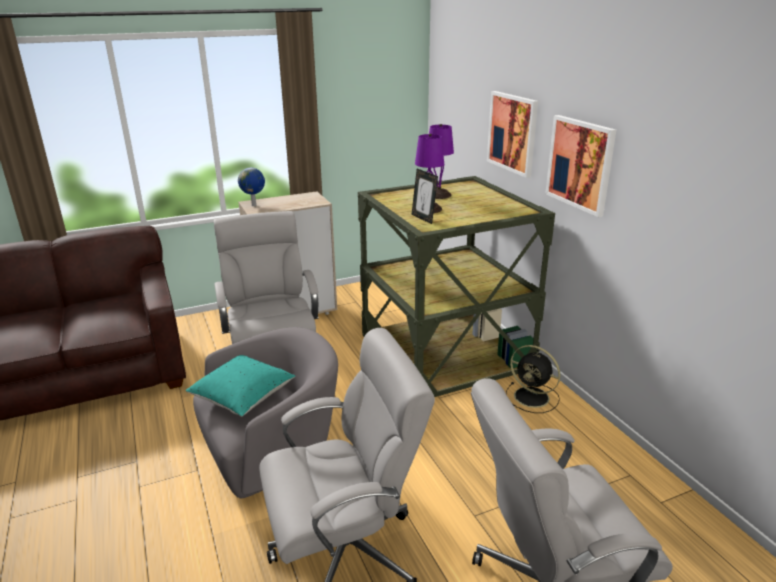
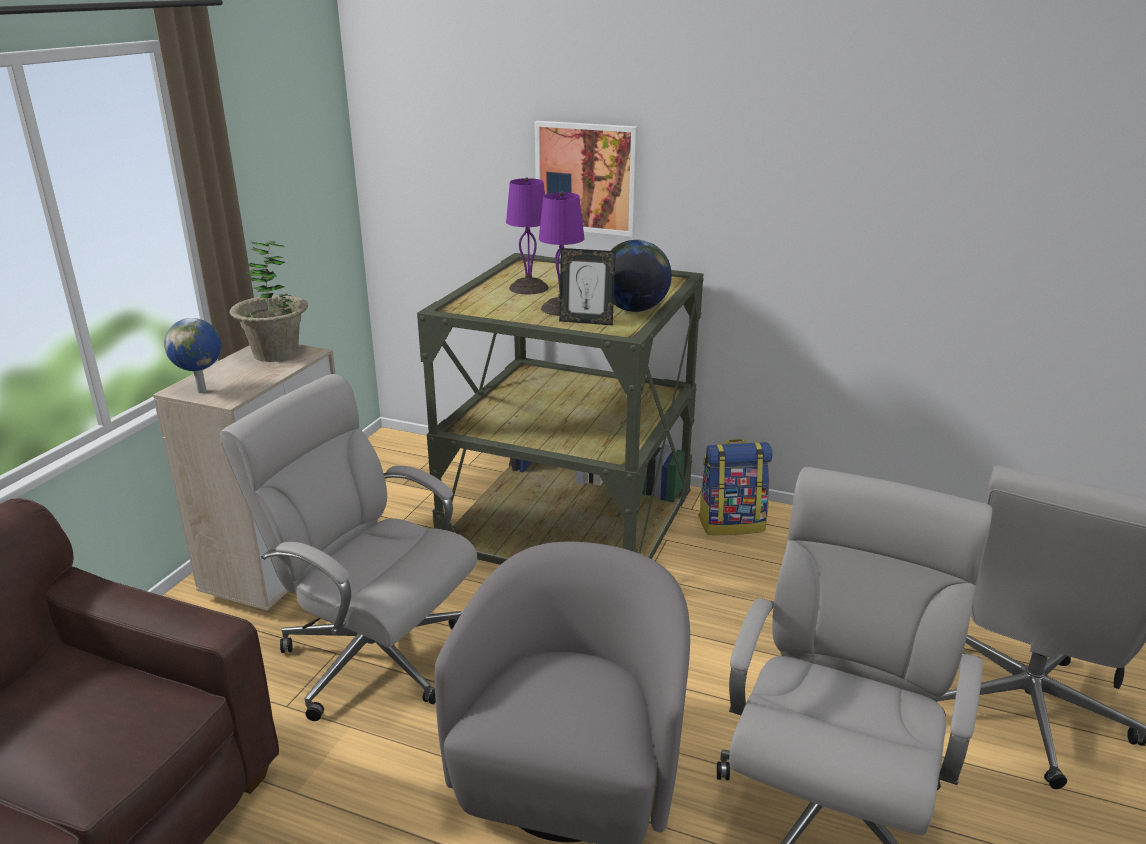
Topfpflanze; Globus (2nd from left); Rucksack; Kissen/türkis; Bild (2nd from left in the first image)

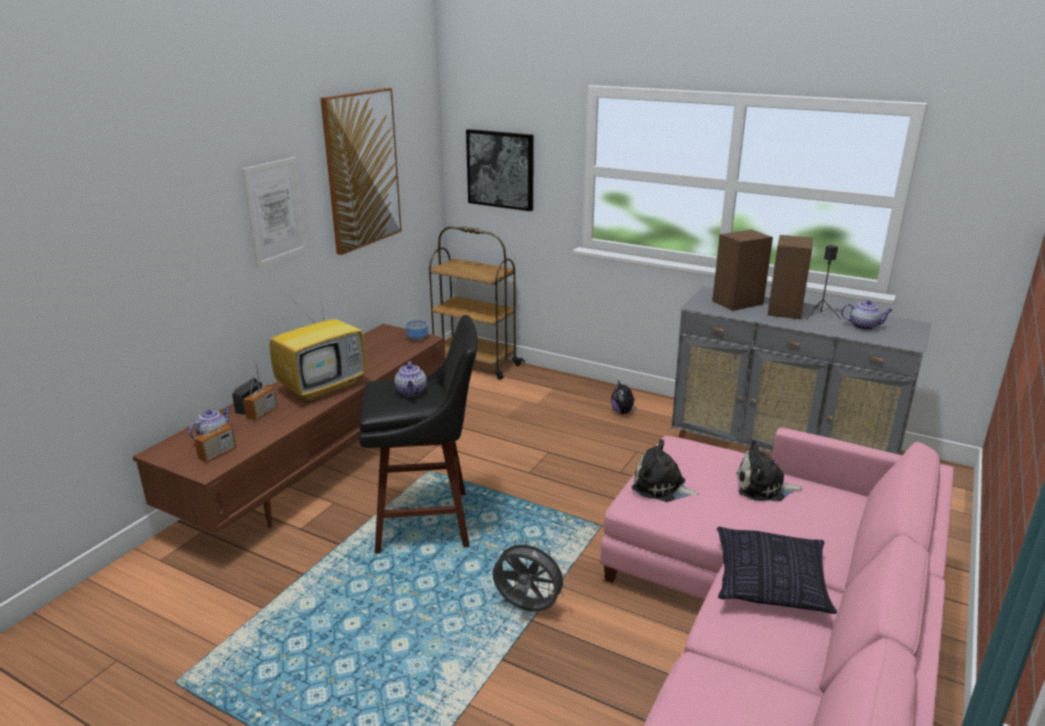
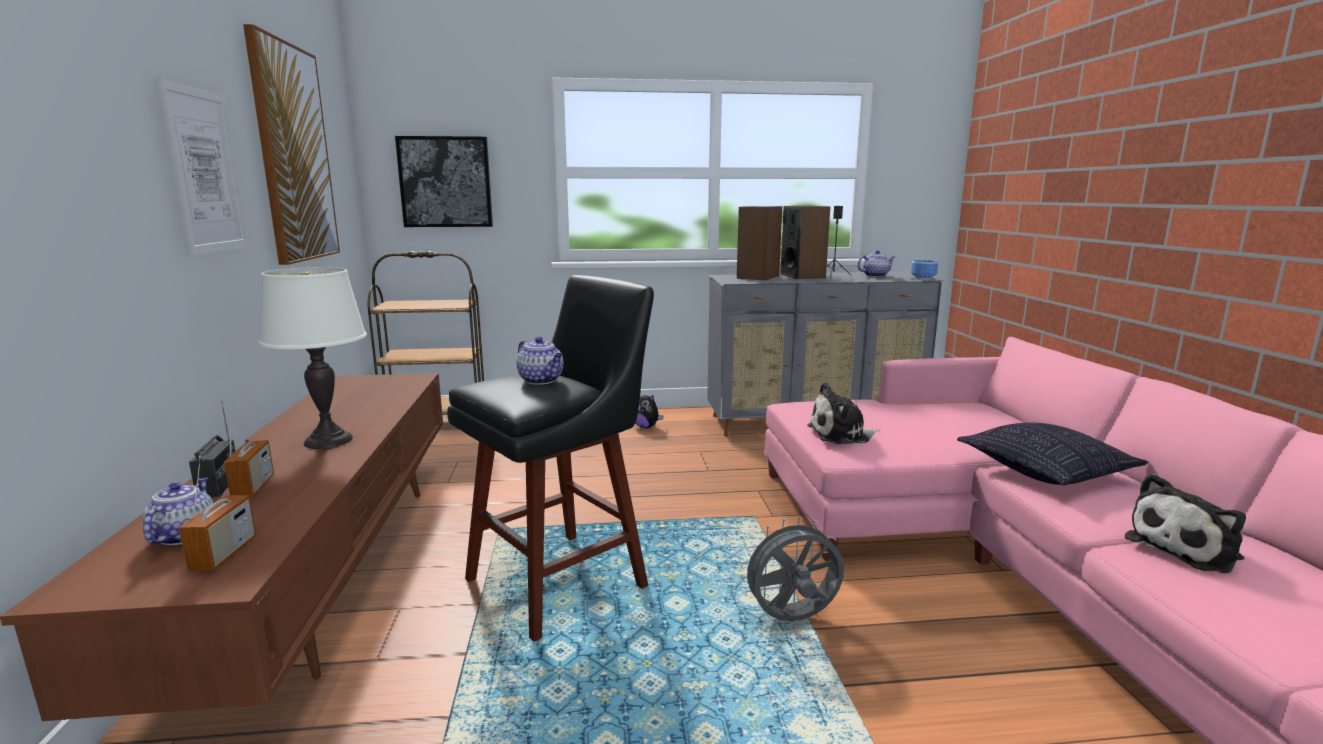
Tischlampe/weiß; Schüssel; Plüschtier (3rd from left)

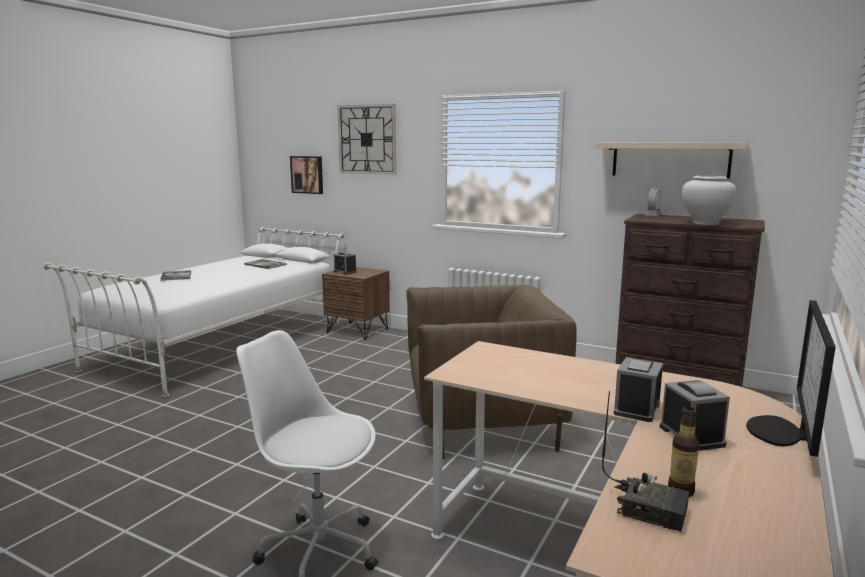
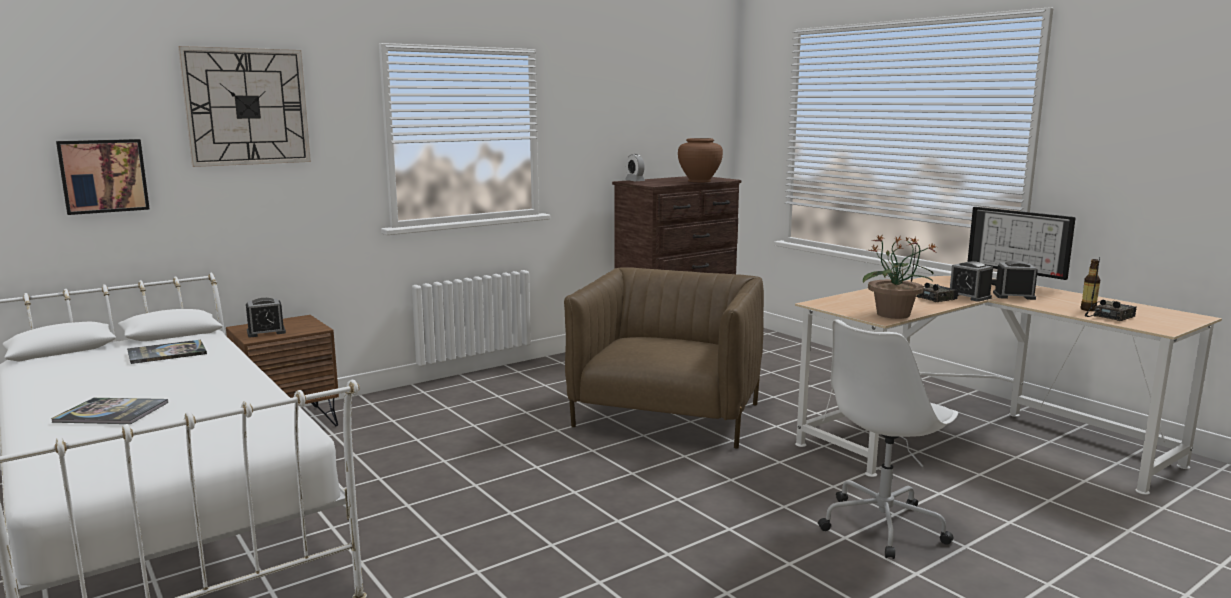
Vase/braun; Topfpflanze; Radio (1st from left); Wandregal/beige

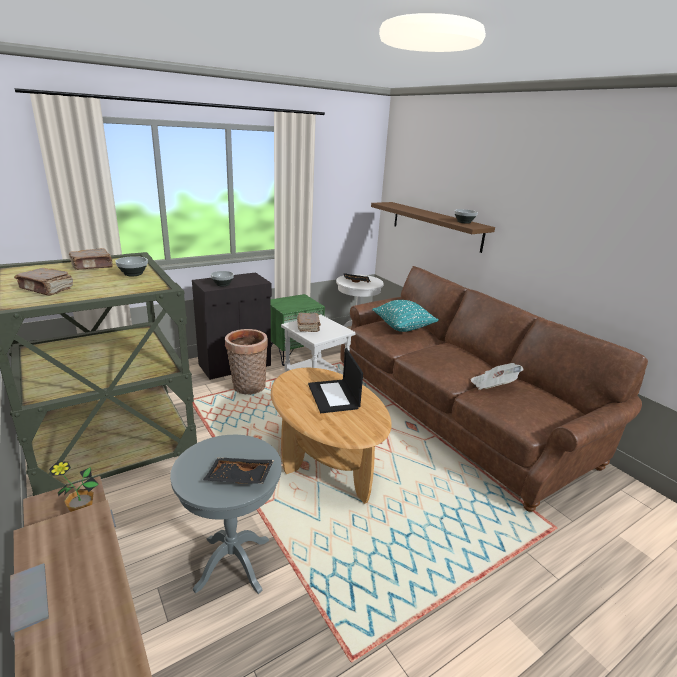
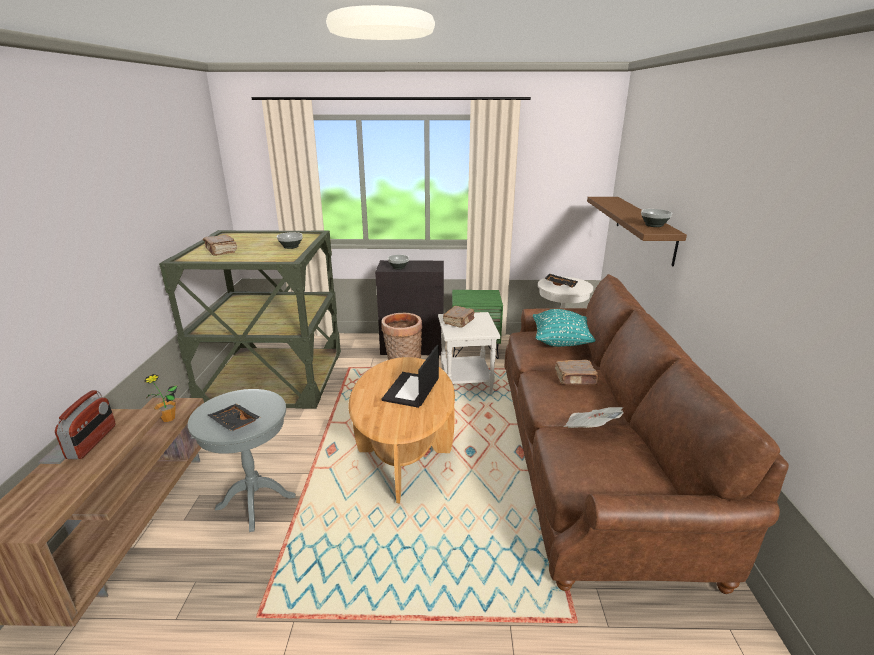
Radio; Buch/braun (3rd from left)

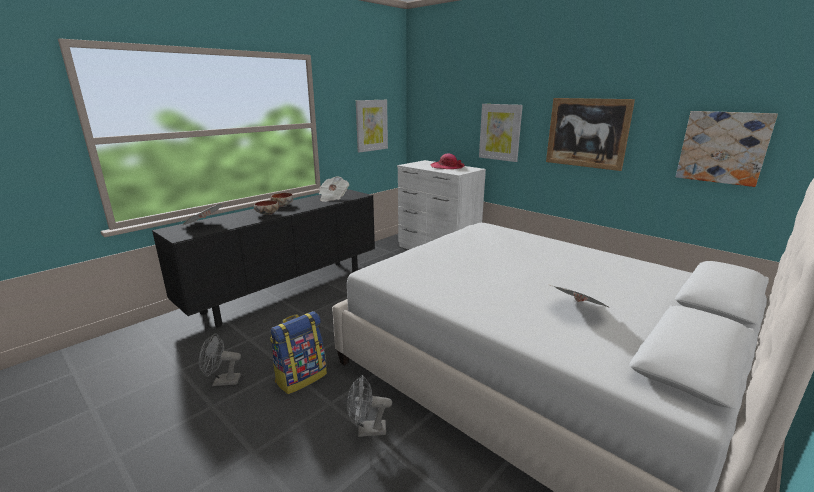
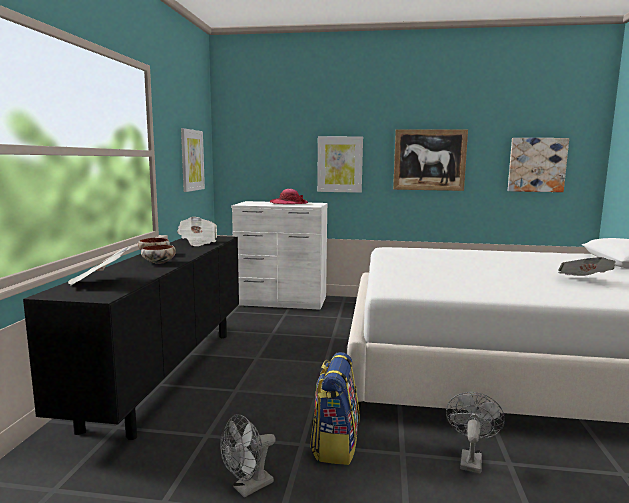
Ventilator/grau (2nd from left)

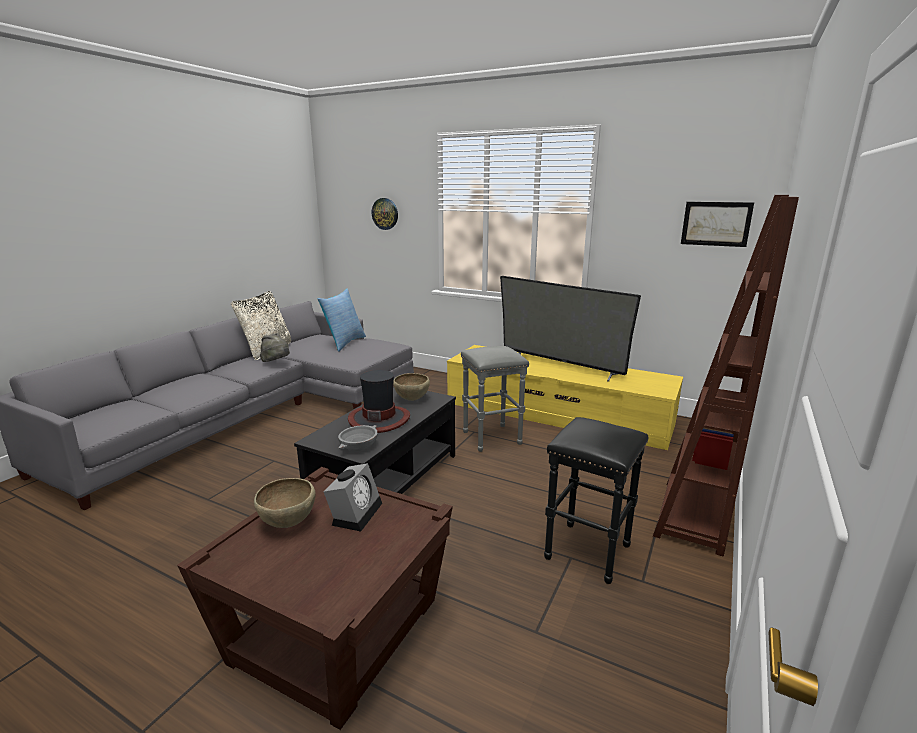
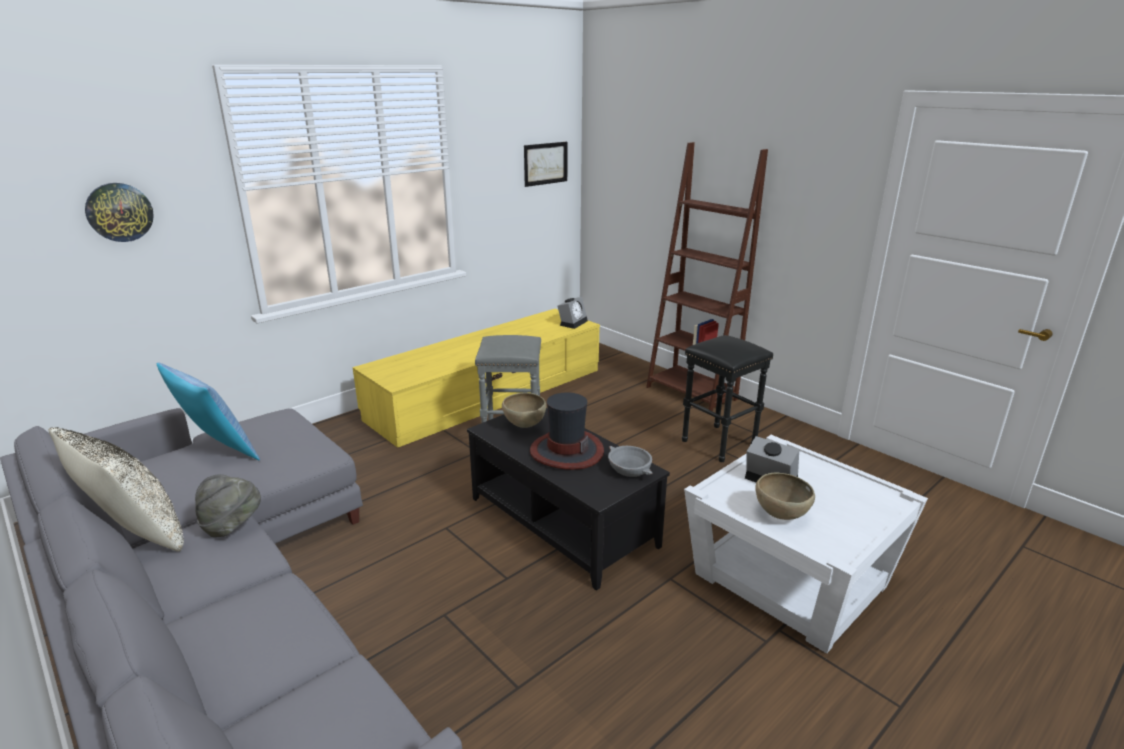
Wecker (1st from left); Beistelltisch/weiß; Fernseher

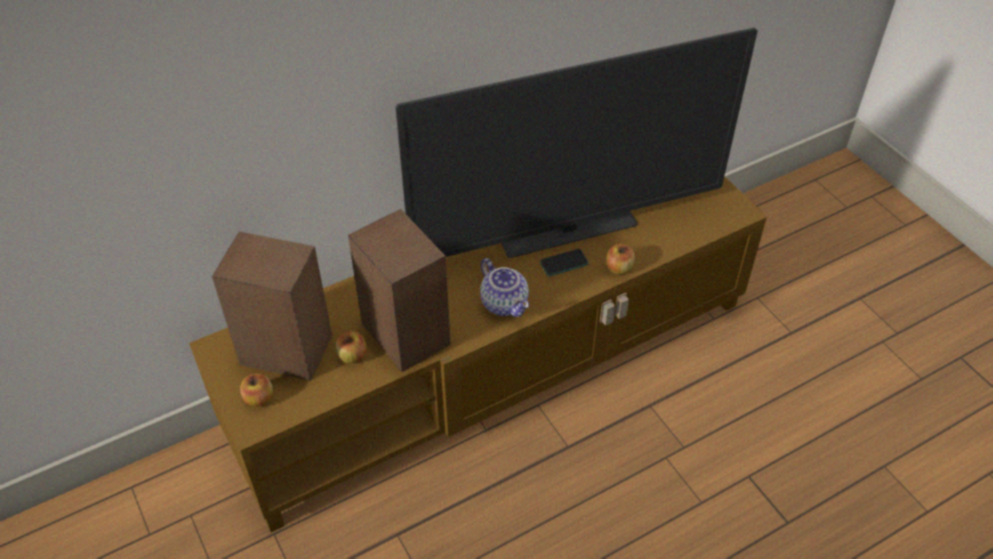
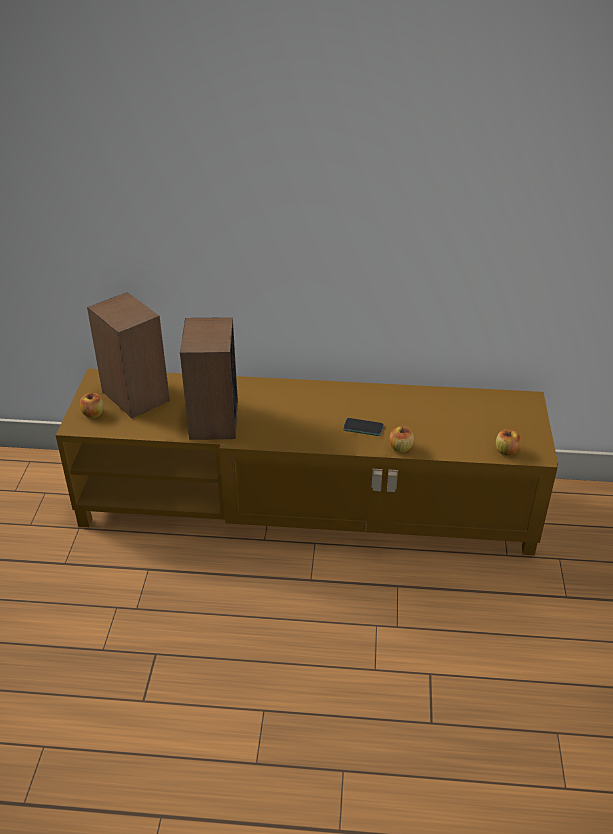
Apfel (3rd from left); Fernseher; Teekanne

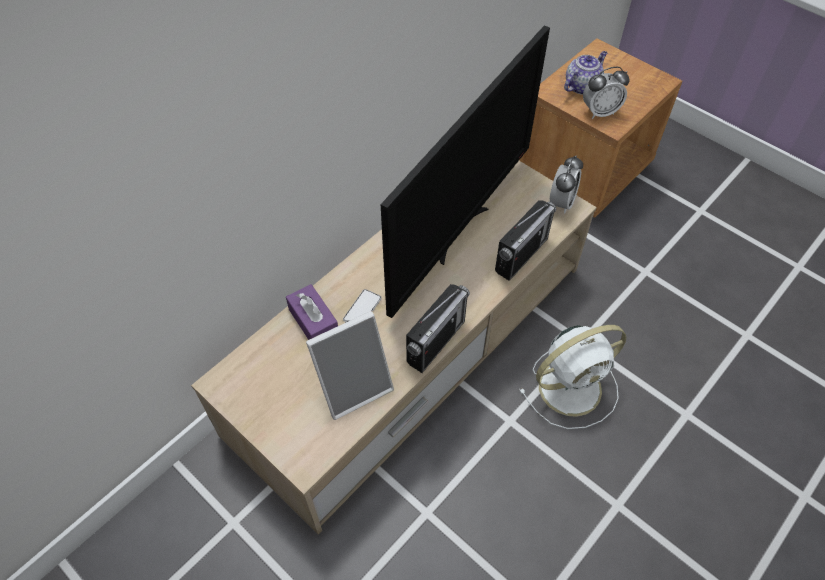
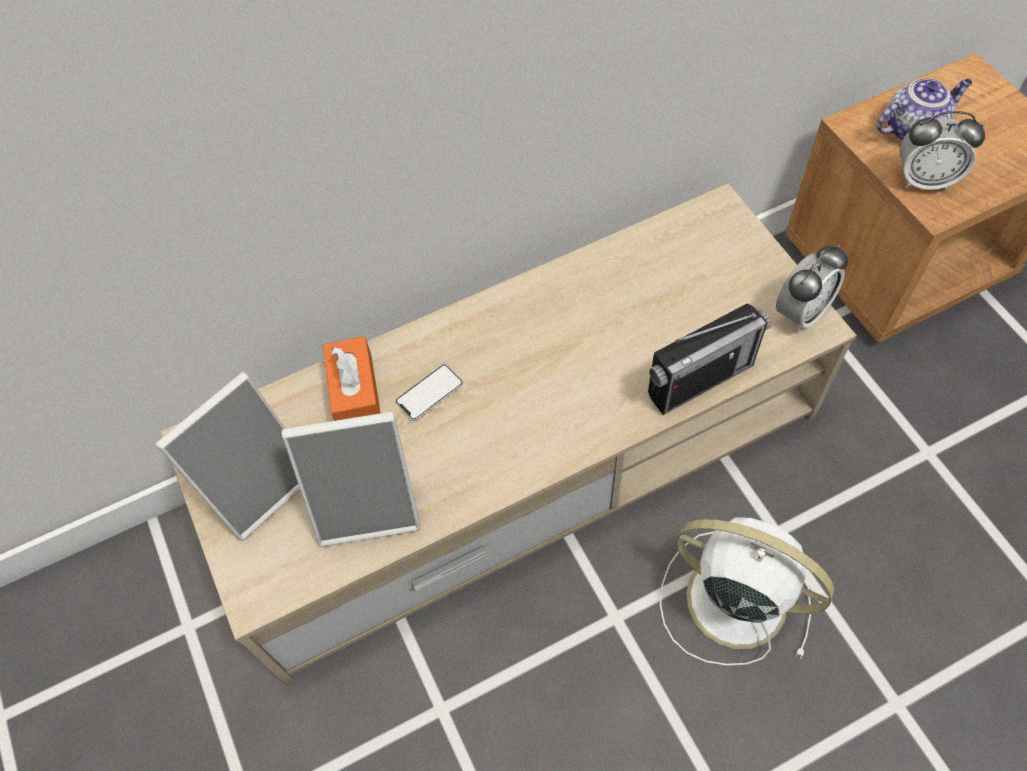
Bilderrahmen (1st from left); Taschentuchbox/orange; Ventilator/weiß; Fernseher; Radio (1st from left in the first image)

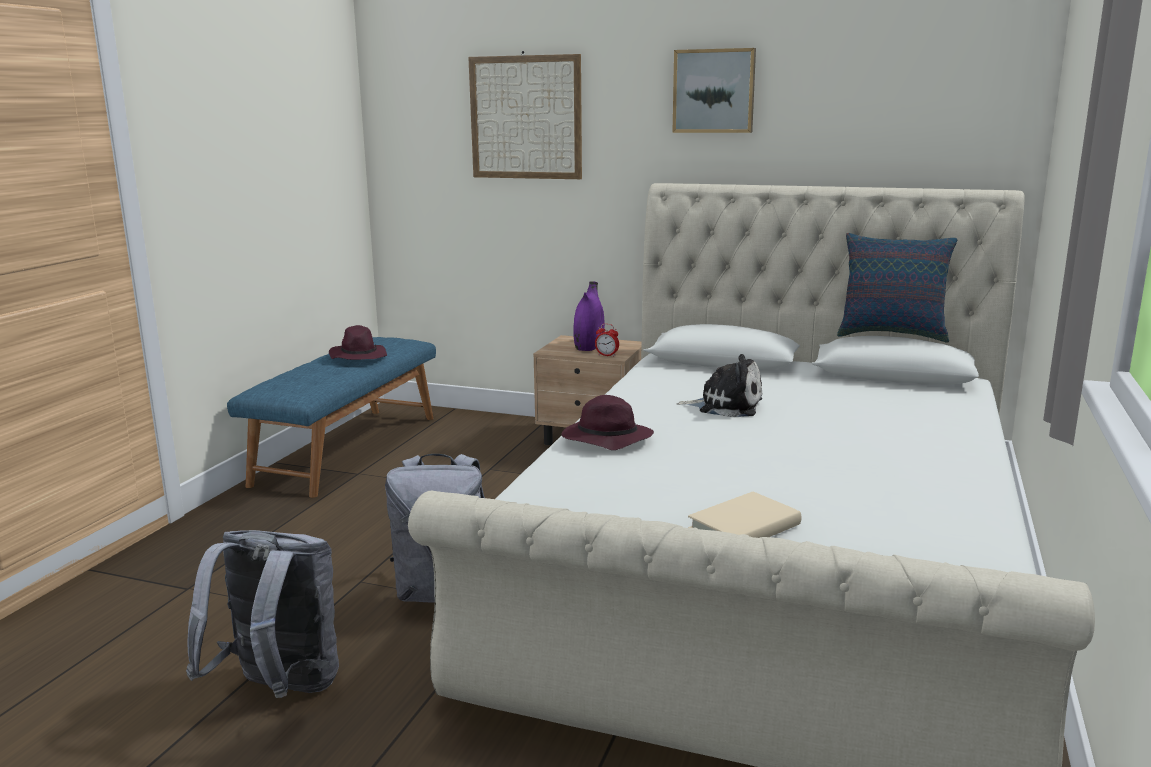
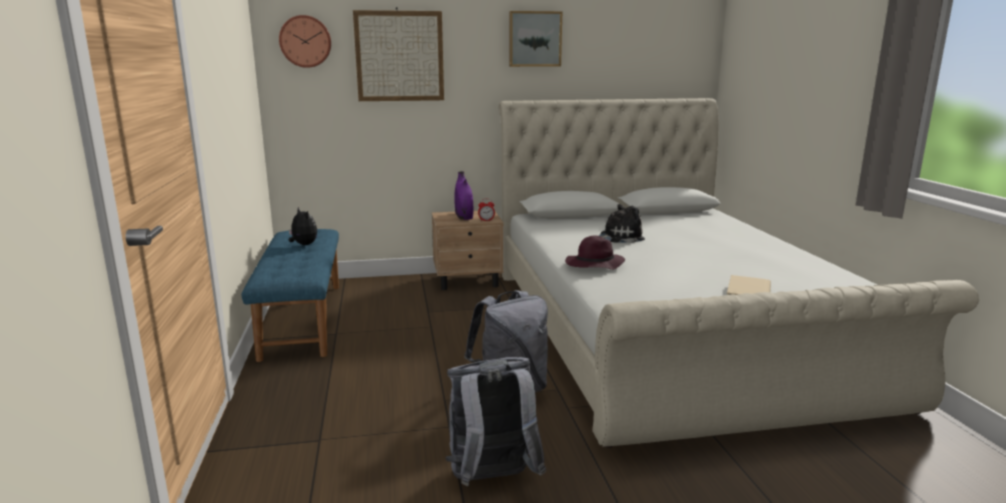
Wanduhr; Plüschtier (1st from left); Kissen/blau

